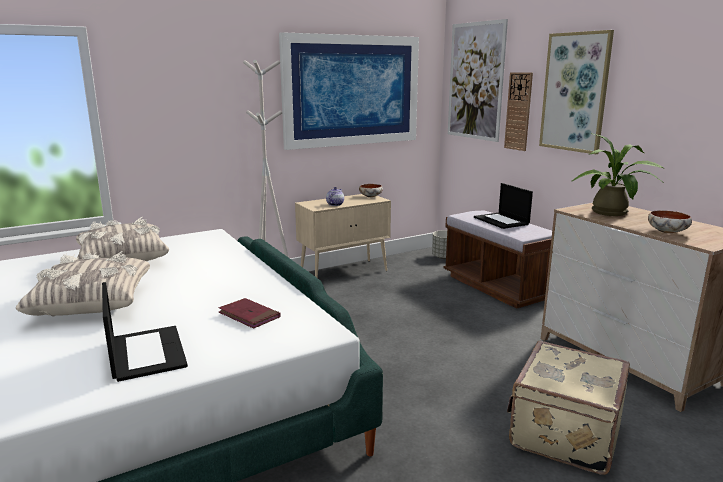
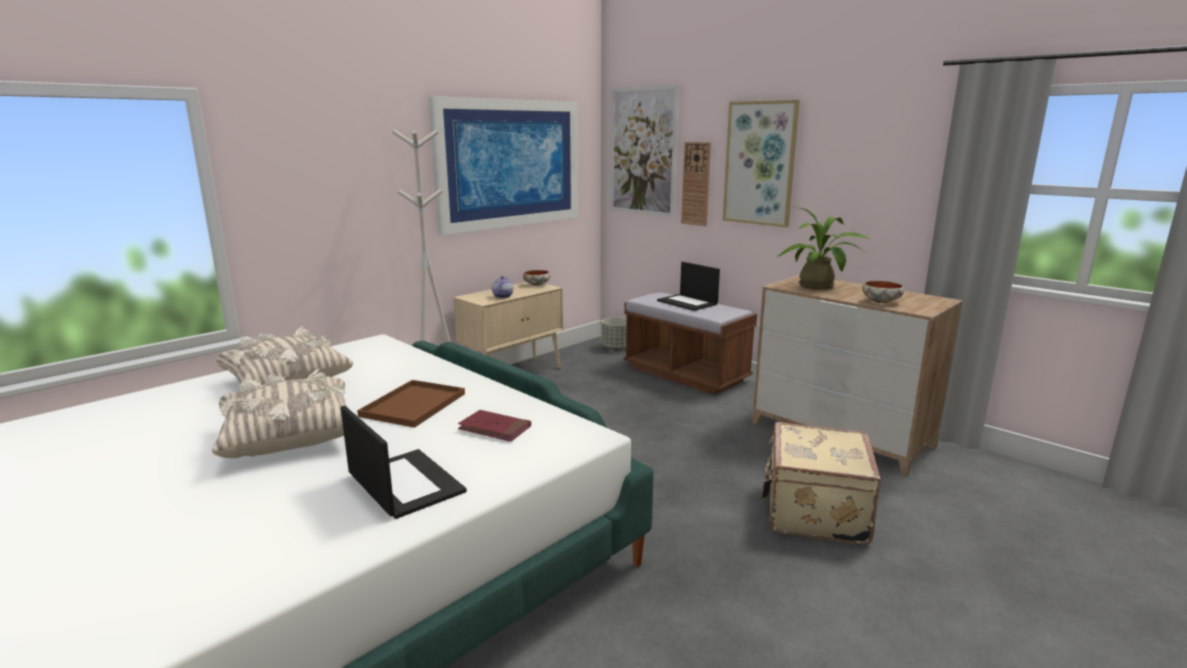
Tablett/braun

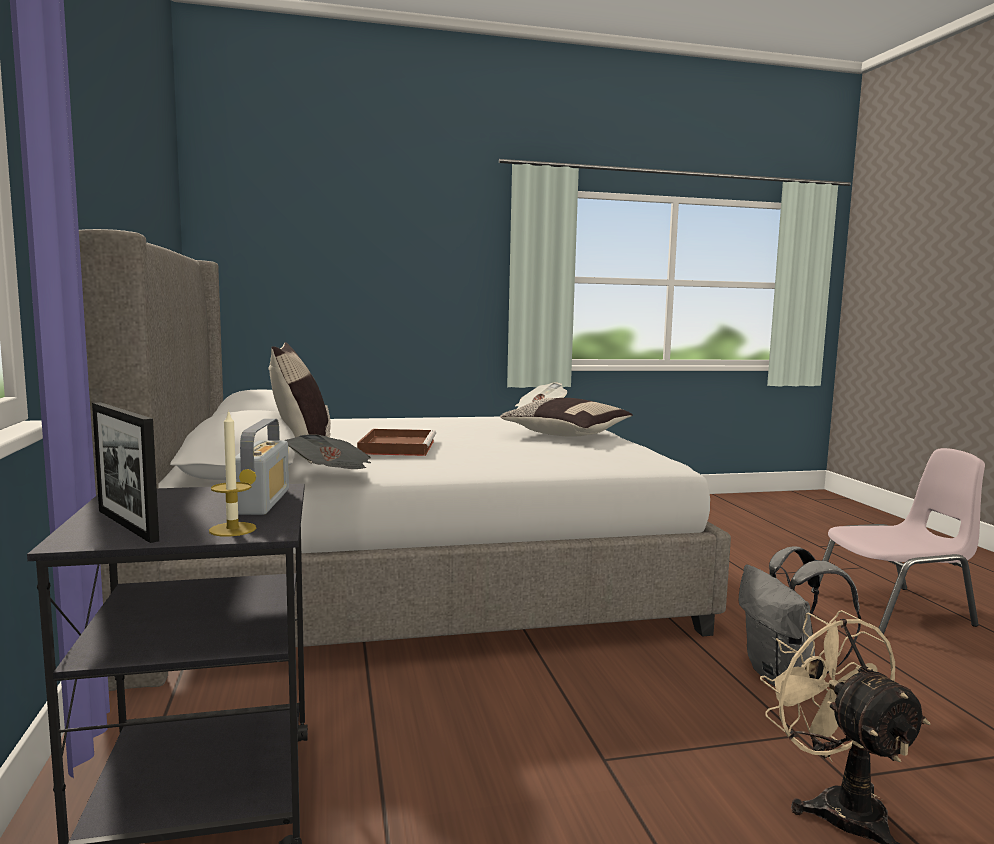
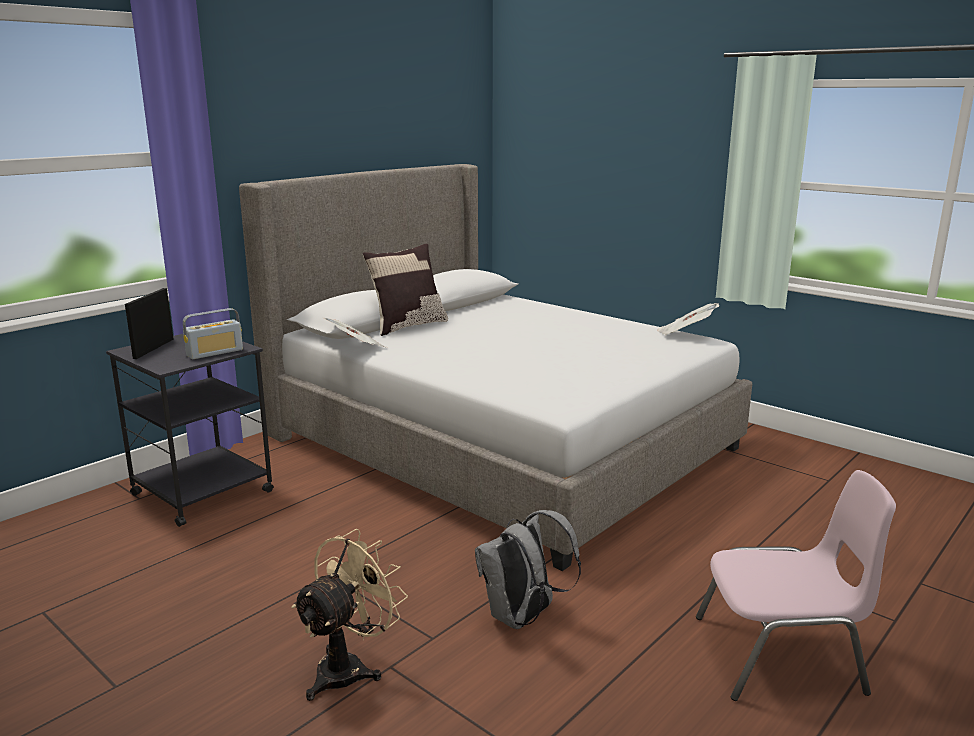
Stuhl/rosa; Kerze; Tablett/braun; Kissen (2nd from left in the first image)

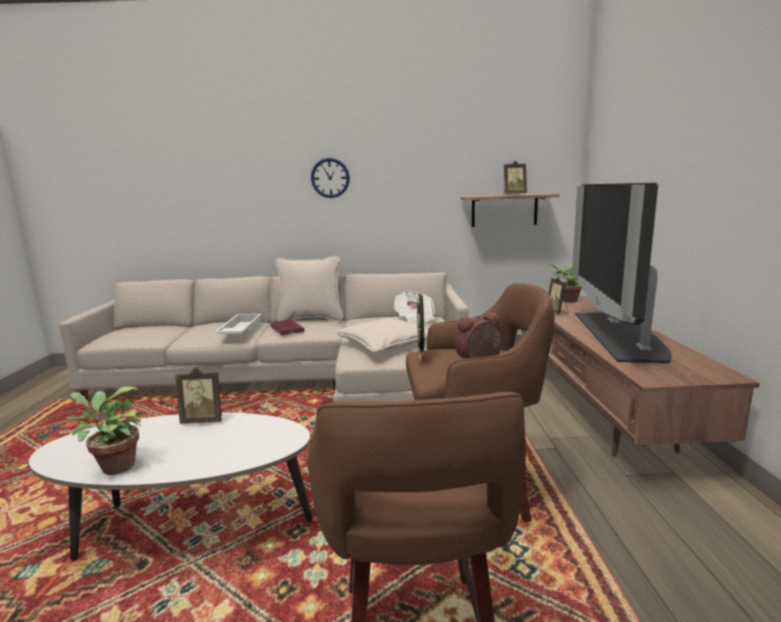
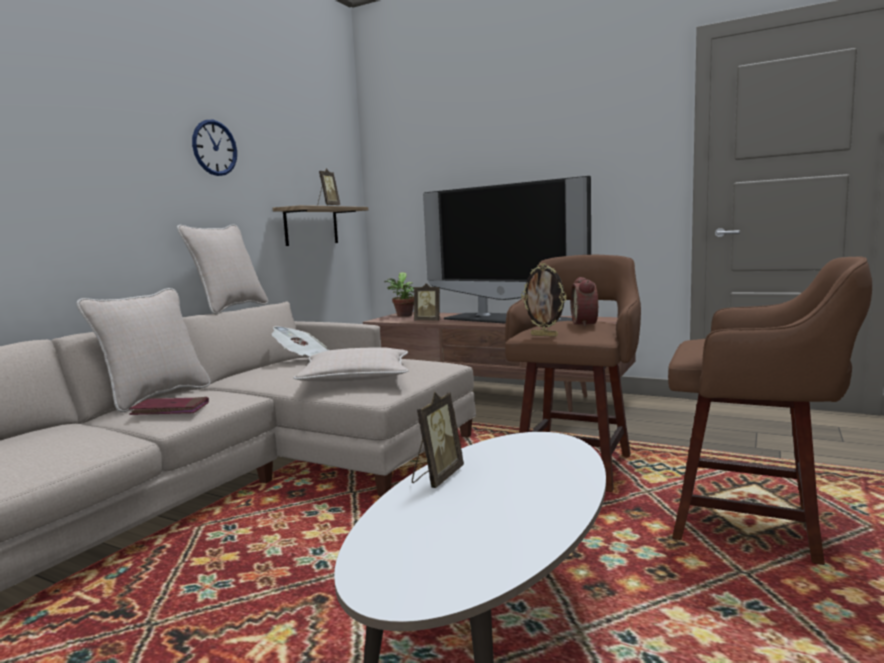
Kissen/beige (2nd from left); Wanduhr; Topfpflanze (1st from left in the first image); Tablett/weiß

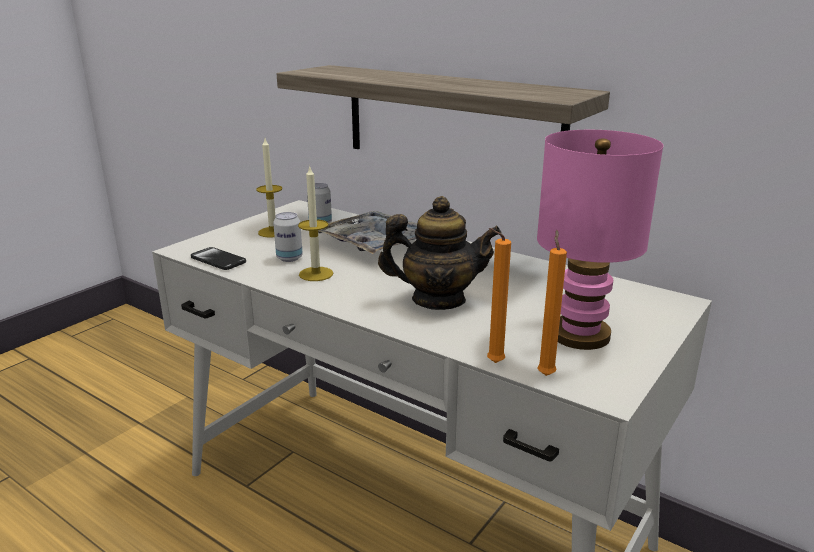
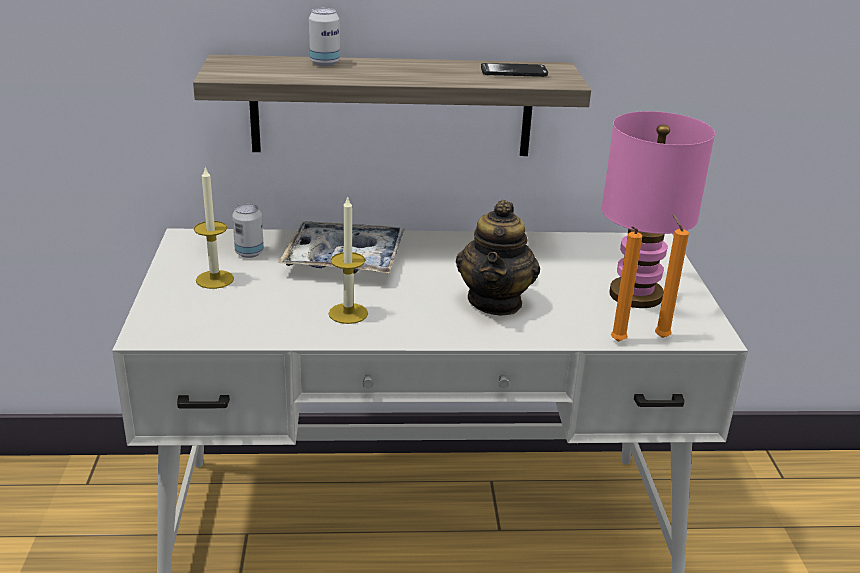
Dose (2nd from left); Teekanne; Handy

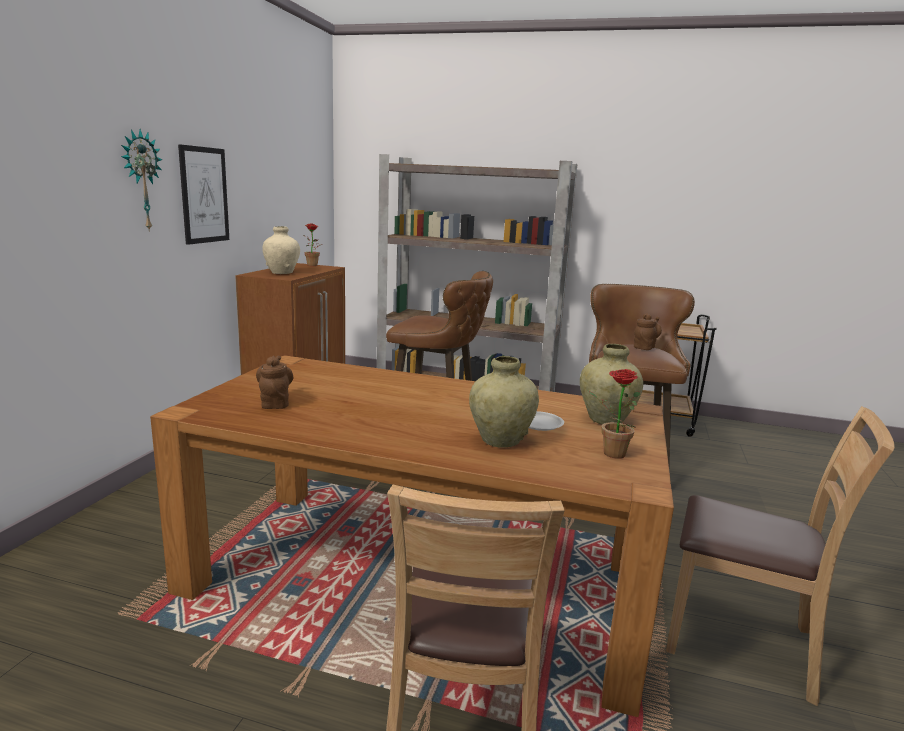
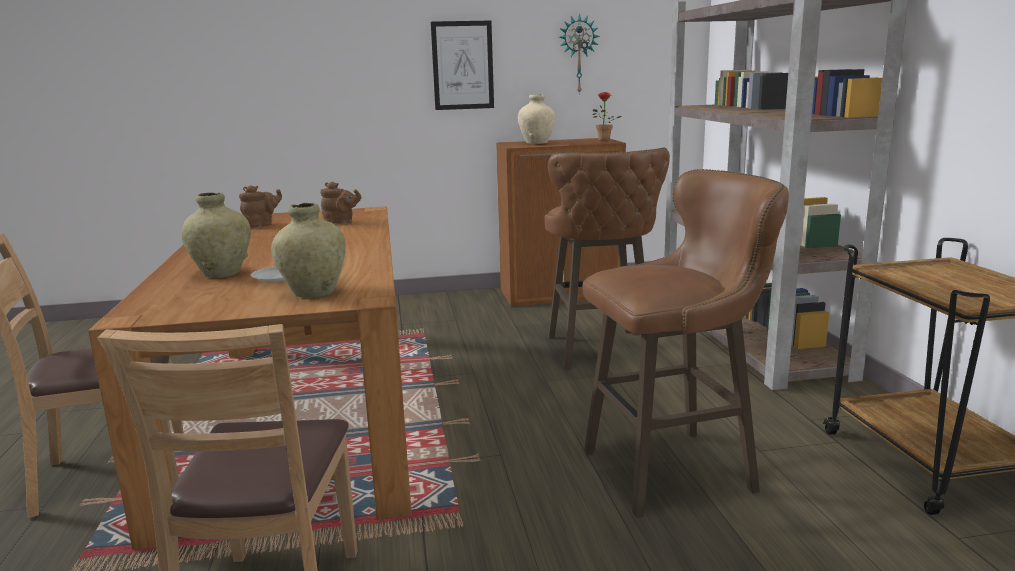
Teekanne/braun (2nd from left); Wanduhr; Topfpflanze (2nd from left in the first image)

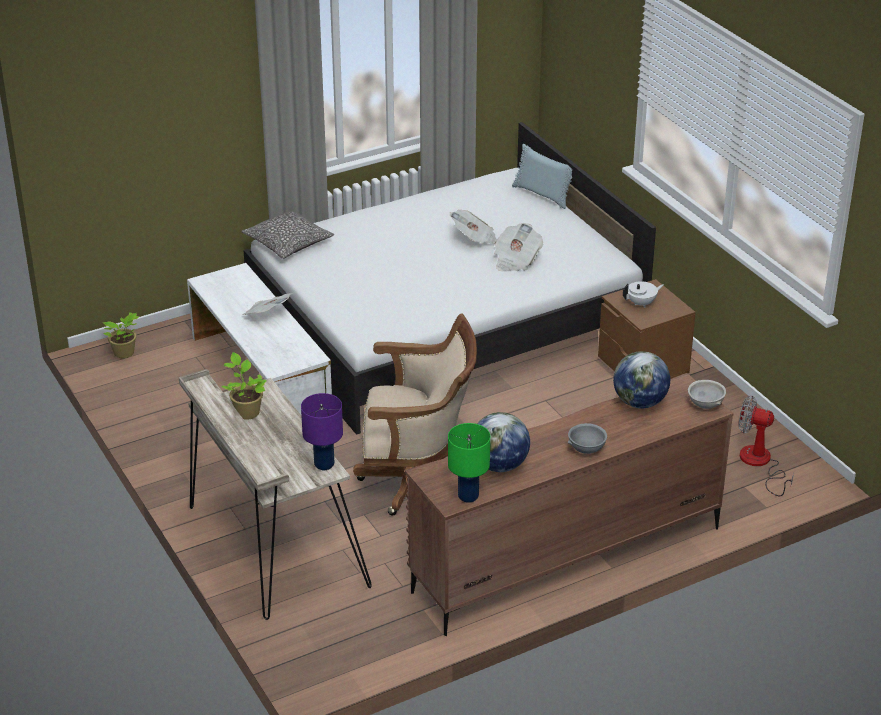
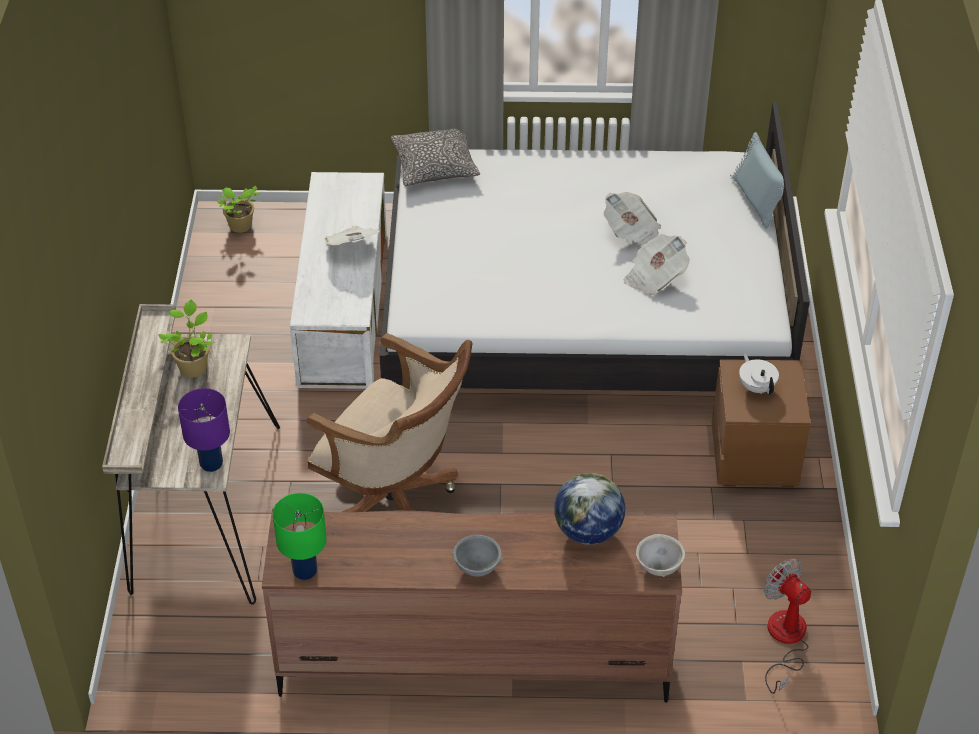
Teekanne/weiß; Globus (1st from left in the first image)

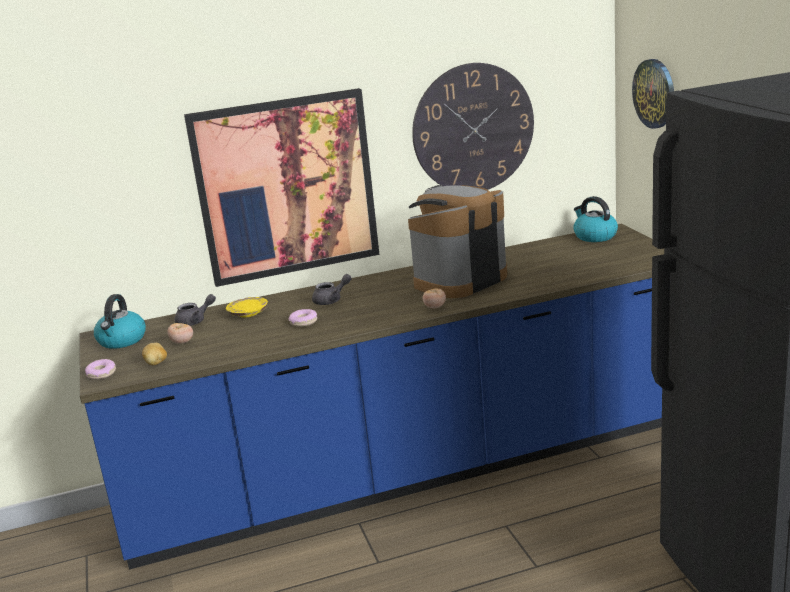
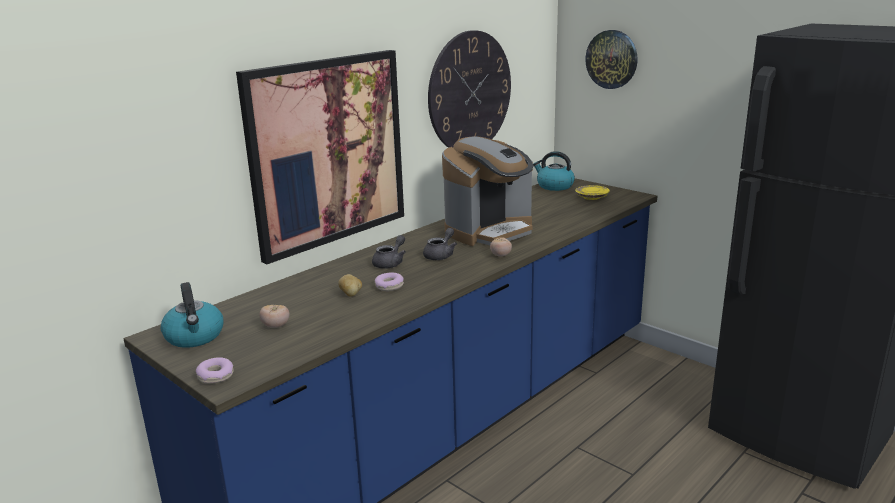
Kartoffel; Teekanne/grau (2nd from left); Kaffeemaschine; Teller/gelb

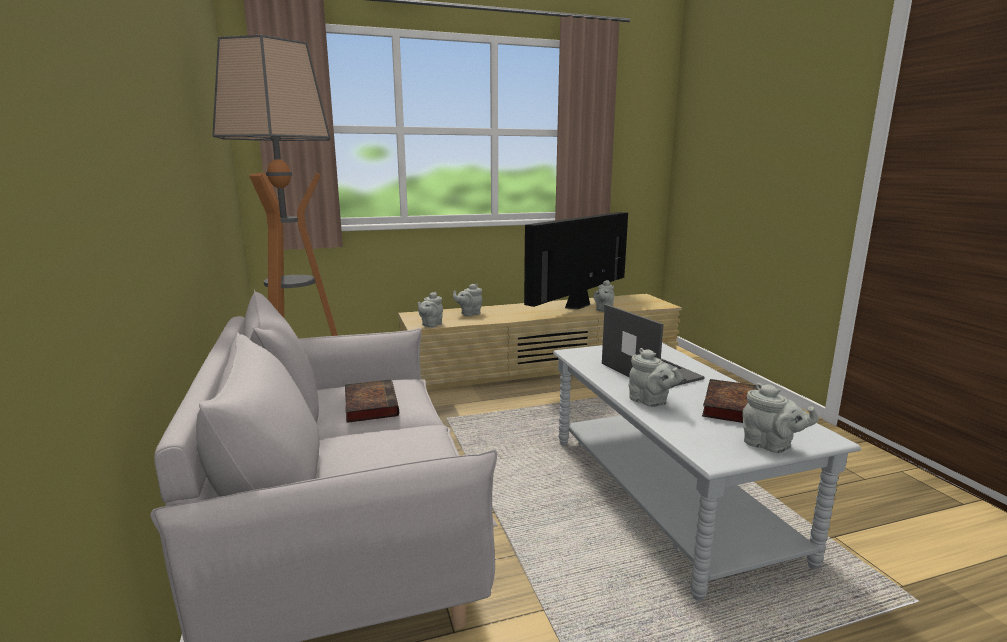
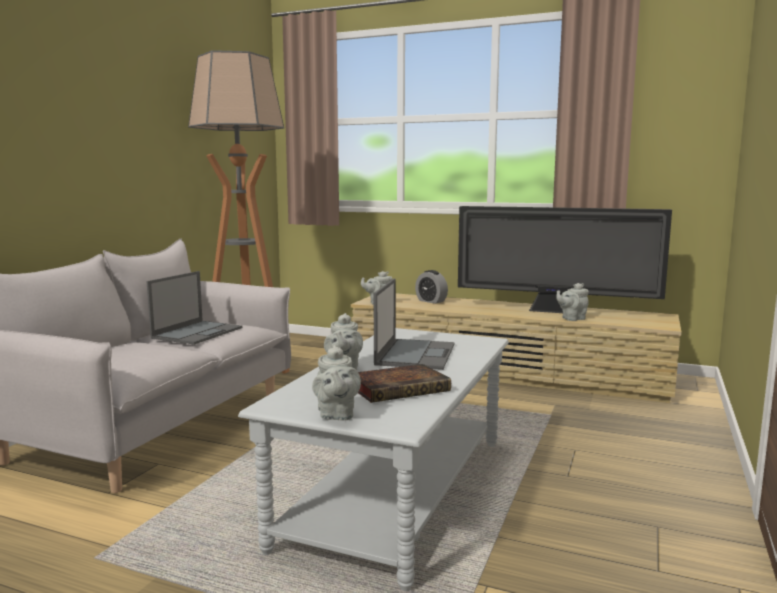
Laptop (1st from left); Wecker; Fernseher

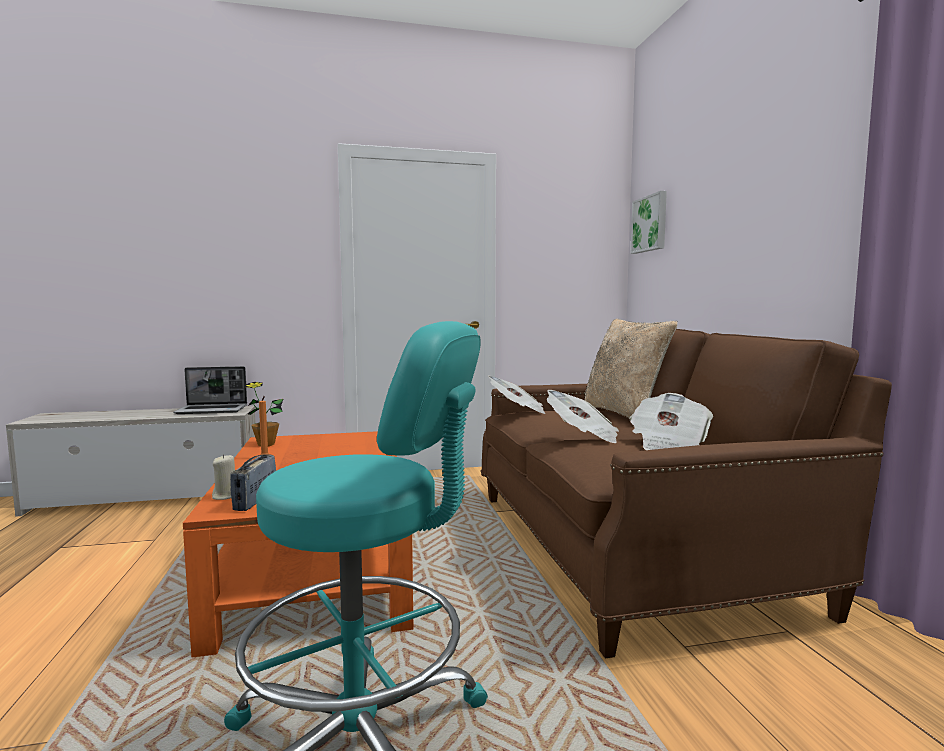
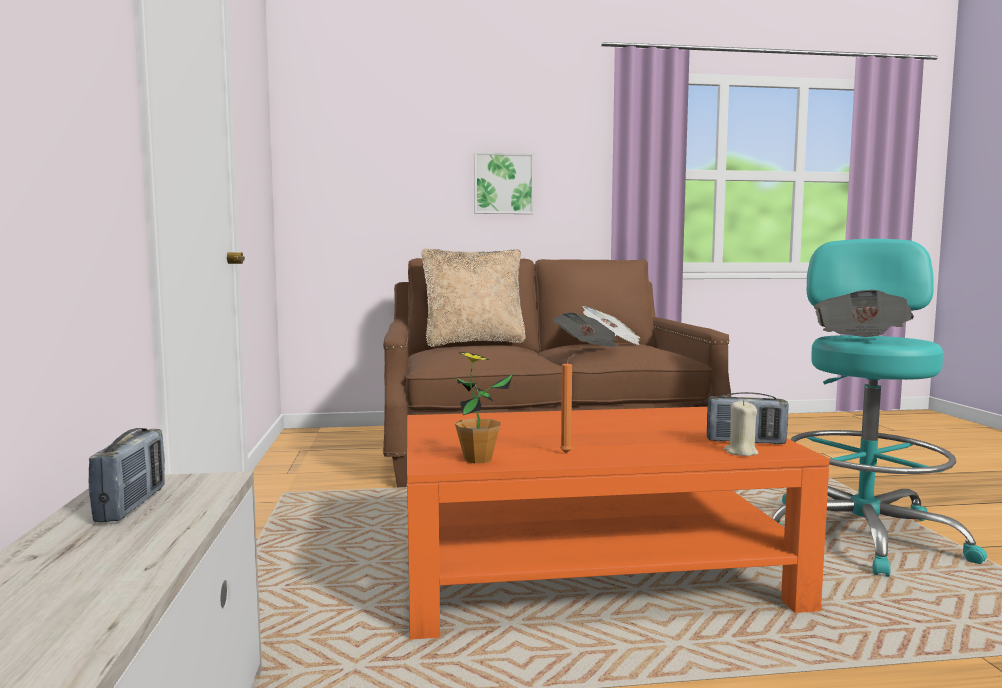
Radio (1st from left); Bild; Zeitung (3rd from left)

